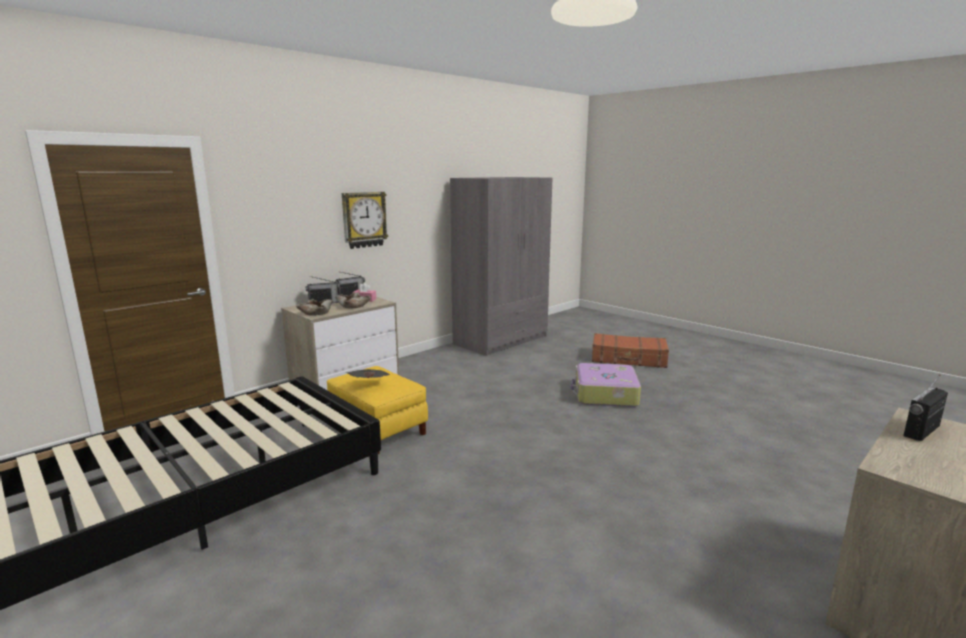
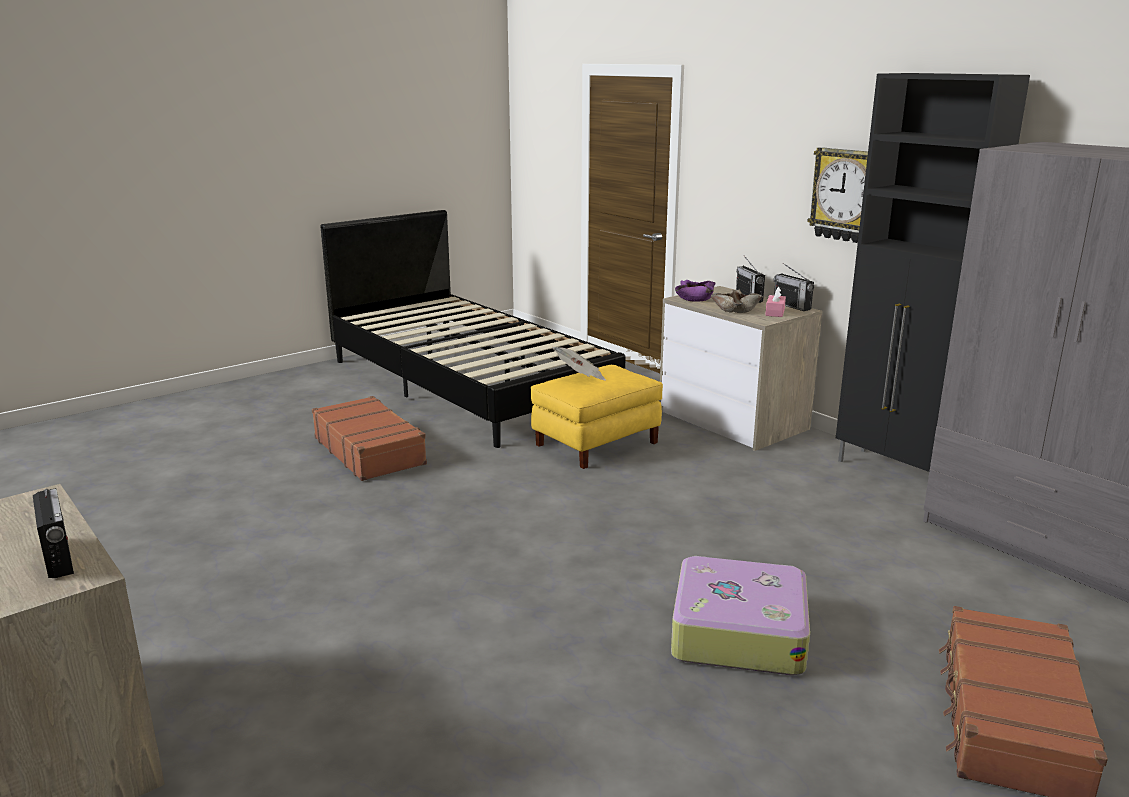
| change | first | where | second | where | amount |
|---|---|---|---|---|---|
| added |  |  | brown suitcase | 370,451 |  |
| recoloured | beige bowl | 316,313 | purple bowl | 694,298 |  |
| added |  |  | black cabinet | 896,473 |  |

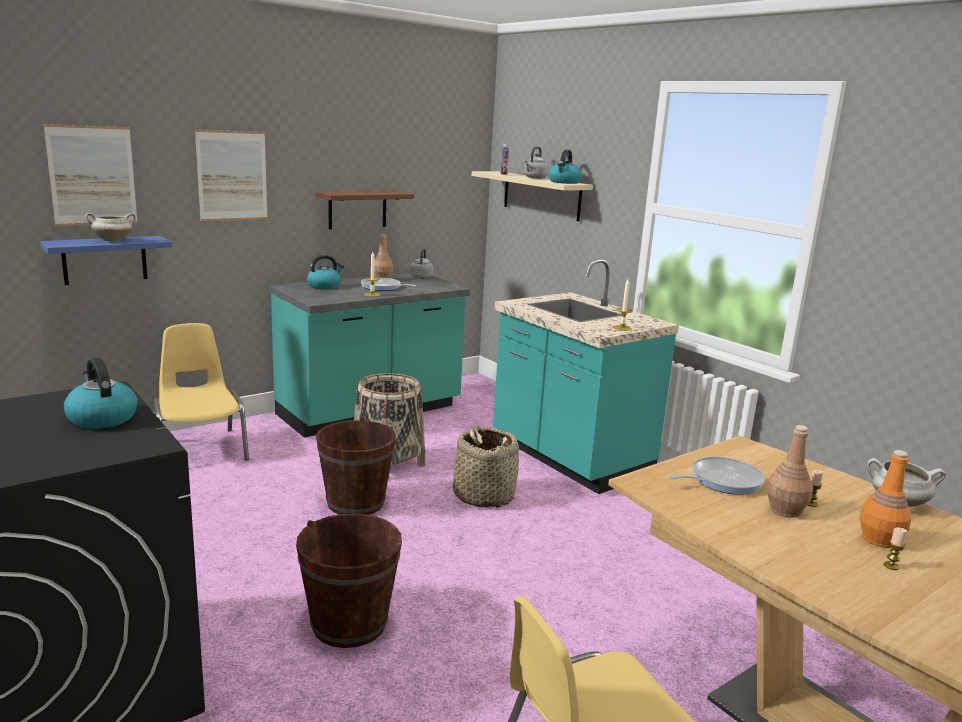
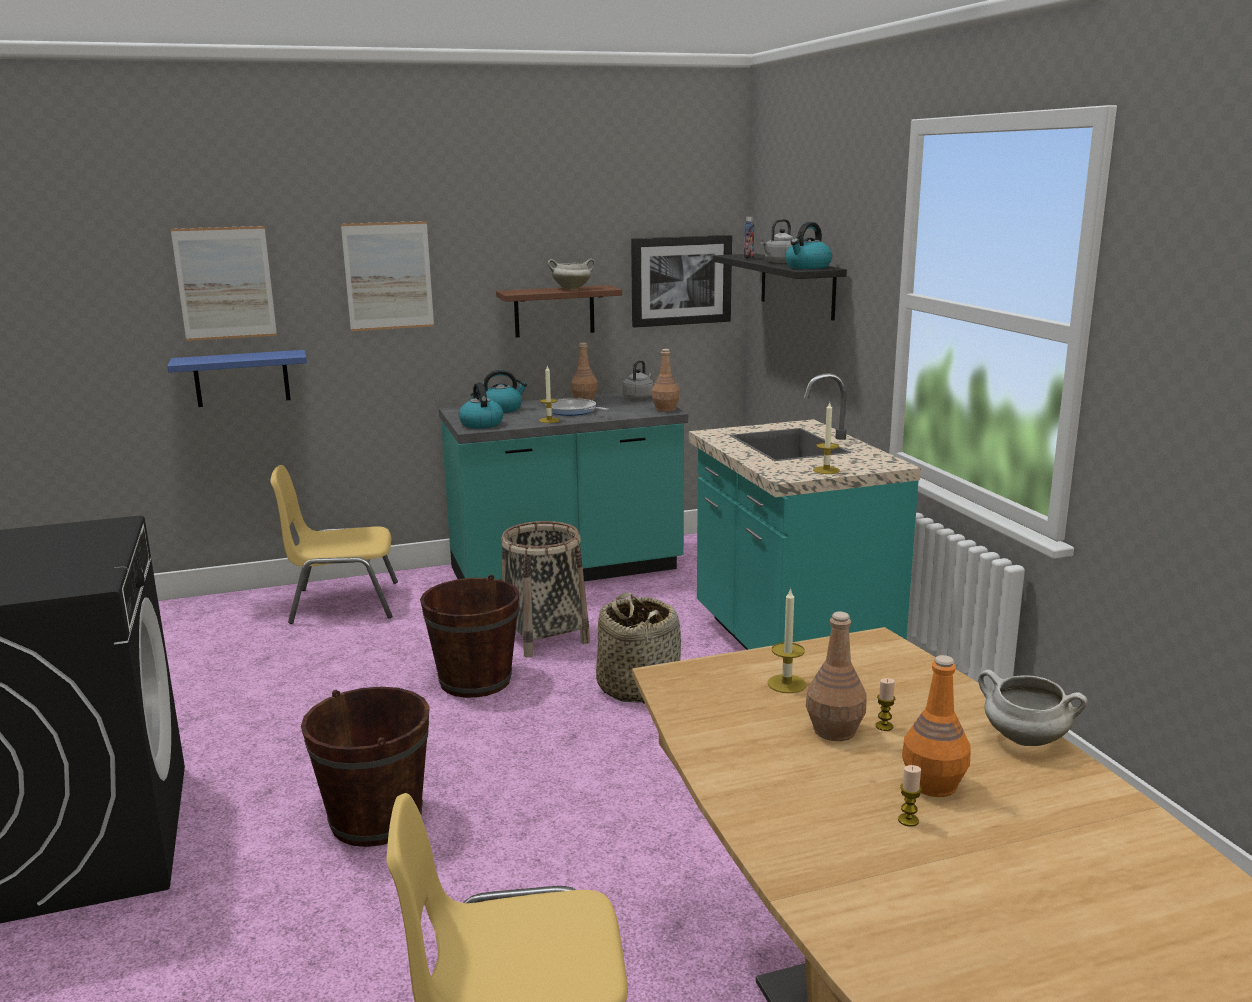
| change | first | where | second | where | amount |
|---|---|---|---|---|---|
| turned | yellow chair | 200,449 |  | 343,603 | 90 degrees counterclockwise |
| moved | kettle | 101,418 |  | 481,424 |  |
| moved | white cooking pot | 113,240 |  | 572,288 |  |
| added |  |  | picture | 681,280 |  |
| added |  |  | brown bottle | 665,409 |  |
| recoloured | beige shelf | 541,195 | black shelf | 797,285 |  |
| replaced | frying pan | 722,480 | candle | 786,684 |  |

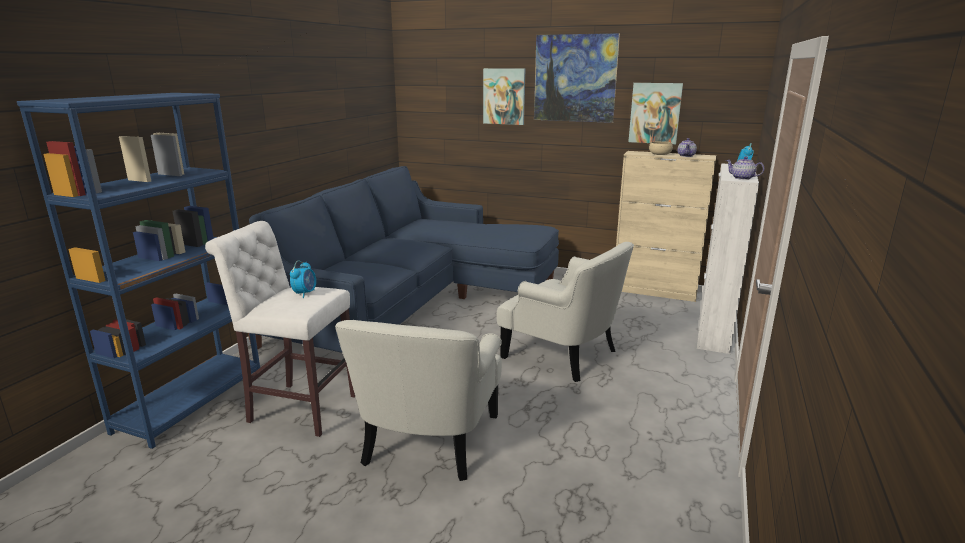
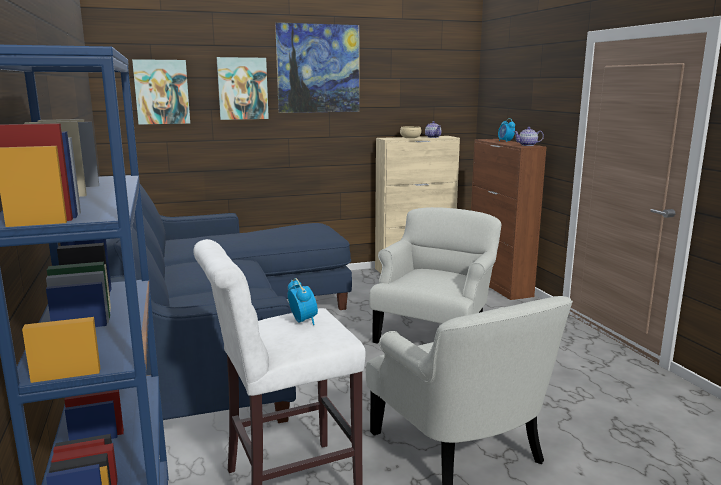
| change | first | where | second | where | amount |
|---|---|---|---|---|---|
| moved | picture | 655,113 |  | 162,92 |  |
| turned | white armchair | 563,353 |  | 434,334 | 60 degrees counterclockwise |
| recoloured | white cabinet | 713,331 | brown cabinet | 499,285 |  |

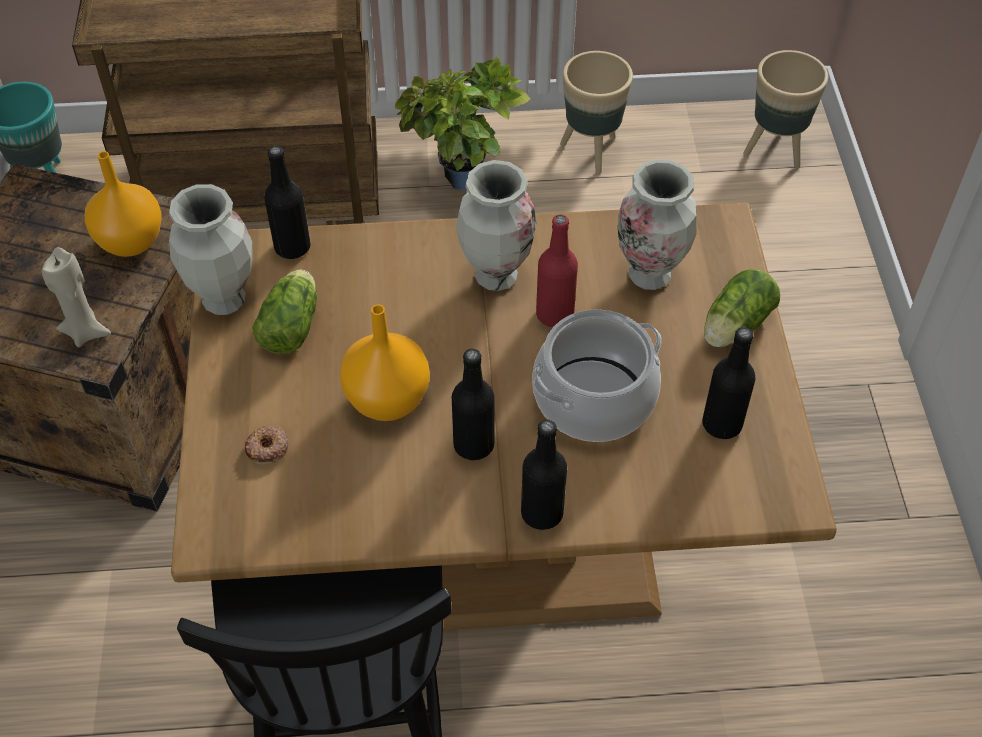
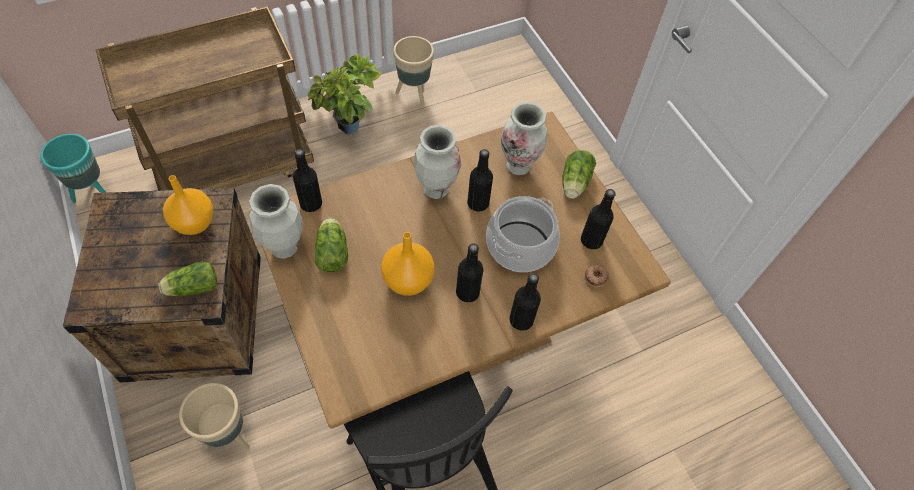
| change | first | where | second | where | amount |
|---|---|---|---|---|---|
| replaced | beige candle | 85,331 | lettuce | 191,288 |  |
| moved | beige planter | 774,150 |  | 228,435 |  |
| recoloured | red bottle | 554,314 | black bottle | 478,203 |  |
| moved | donut | 268,448 |  | 596,276 |  |

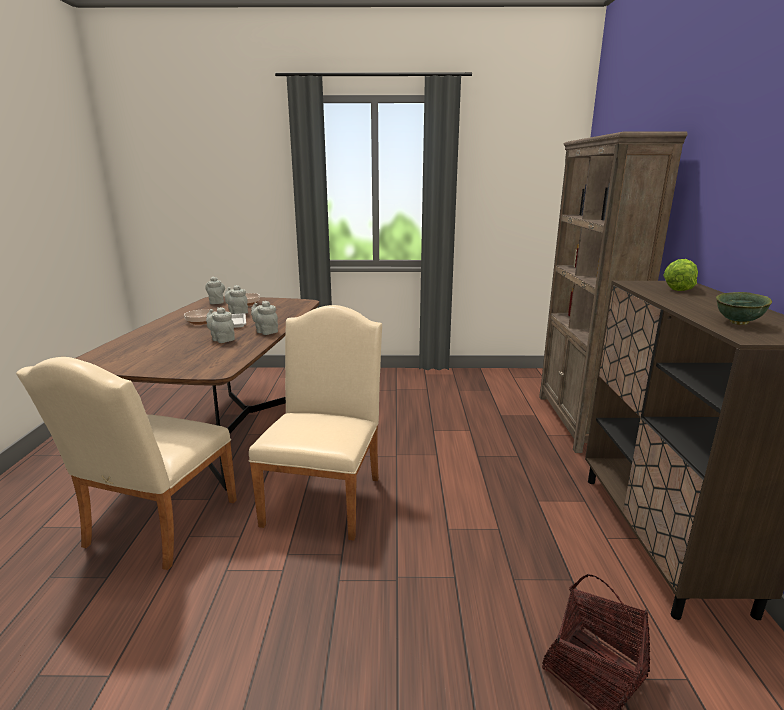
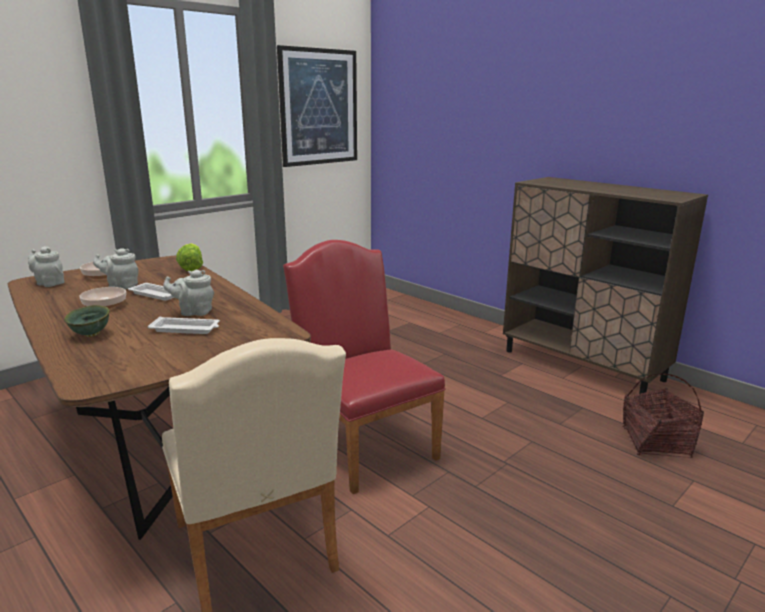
| change | first | where | second | where | amount |
|---|---|---|---|---|---|
| moved | green bowl | 739,323 |  | 92,334 |  |
| added |  |  | white tray | 186,329 |  |
| moved | lettuce | 679,288 |  | 191,267 |  |
| added |  |  | picture | 319,107 |  |
| recoloured | beige chair | 326,495 | red chair | 363,443 |  |
| removed | grey teapot | 265,331 |  |  |  |
| removed | brown bookcase | 578,422 |  |  |  |

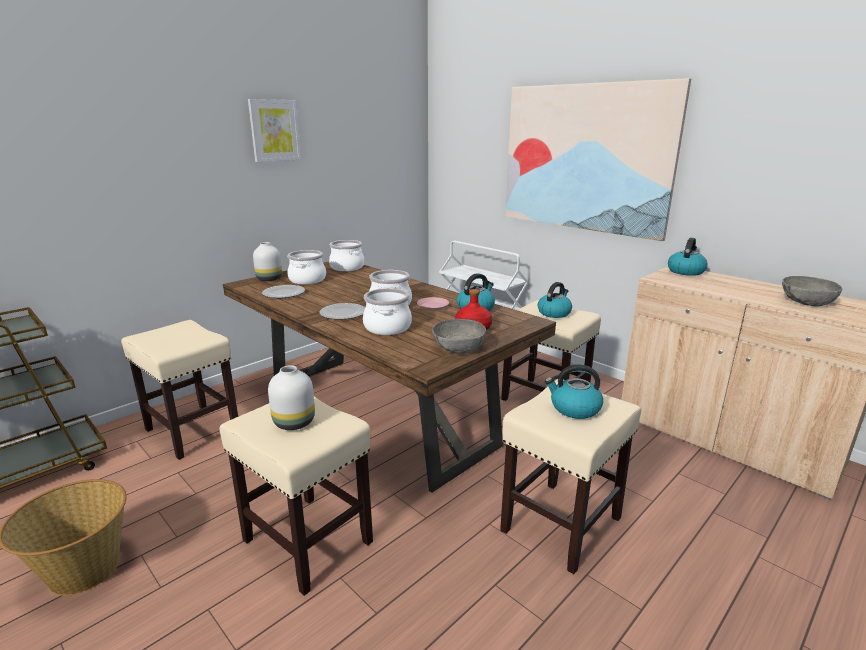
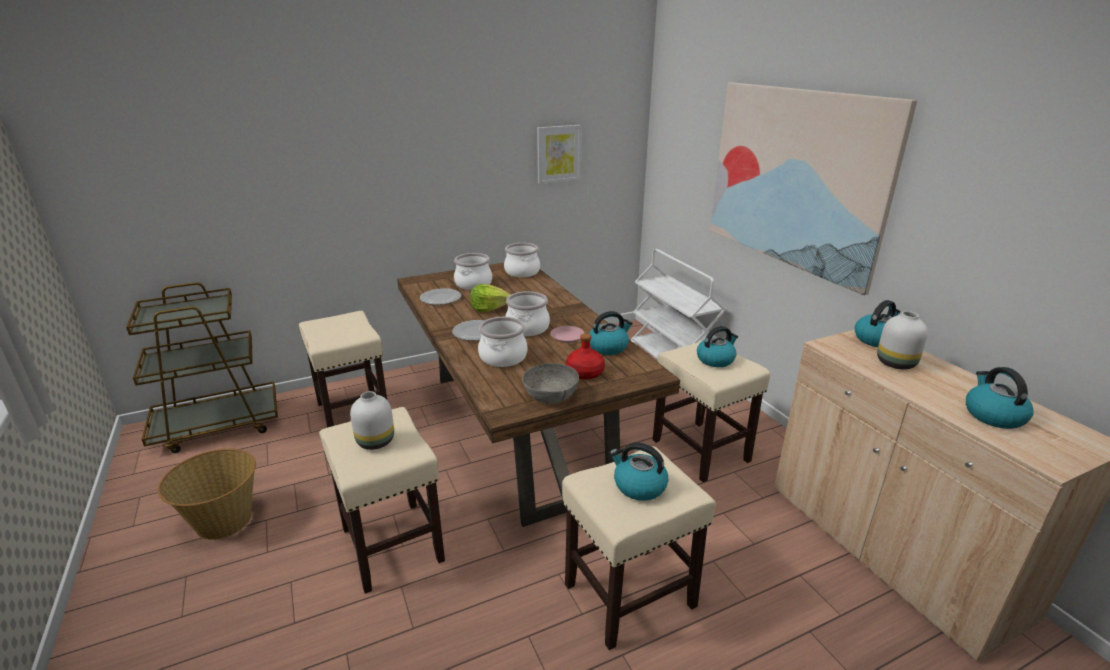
| change | first | where | second | where | amount |
|---|---|---|---|---|---|
| added |  |  | lettuce | 489,308 |  |
| moved | picture | 274,130 |  | 558,154 |  |
| moved | white vase | 269,279 |  | 896,363 |  |
| replaced | grey bowl | 806,302 | kettle | 992,415 |  |

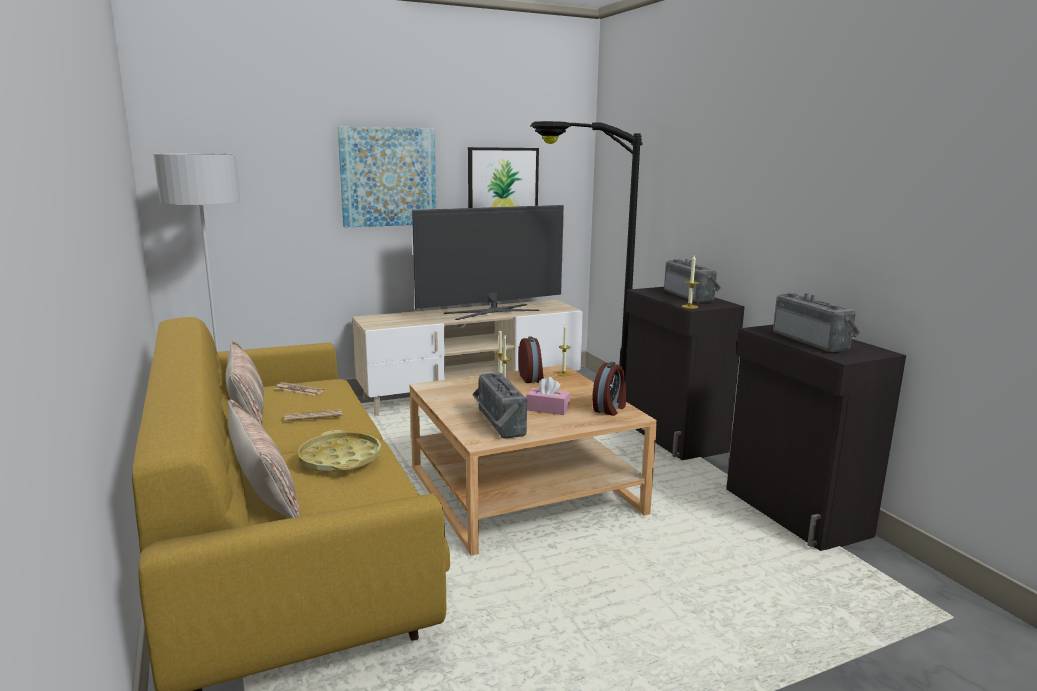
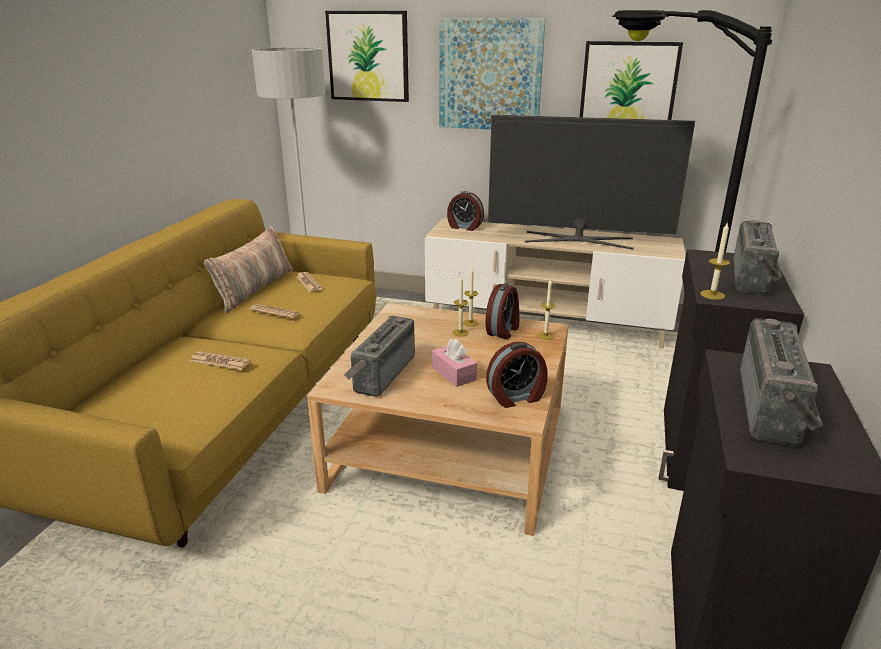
| change | first | where | second | where | amount |
|---|---|---|---|---|---|
| replaced | yellow tray | 340,459 | newspaper | 220,361 |  |
| added |  |  | picture | 368,56 |  |
| added |  |  | alarm clock | 464,227 |  |
| removed | pillow | 263,490 |  |  |  |

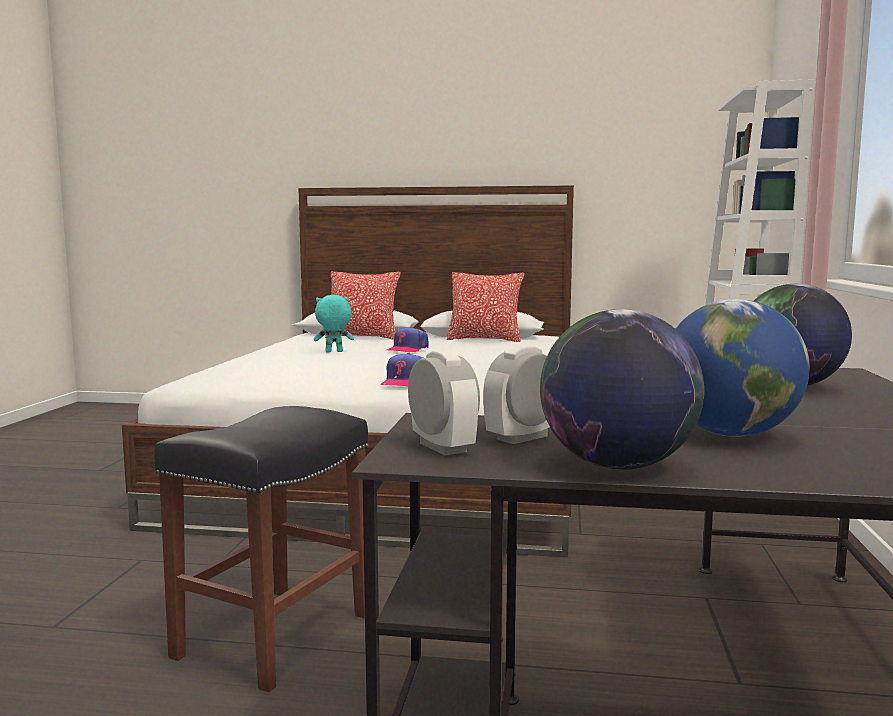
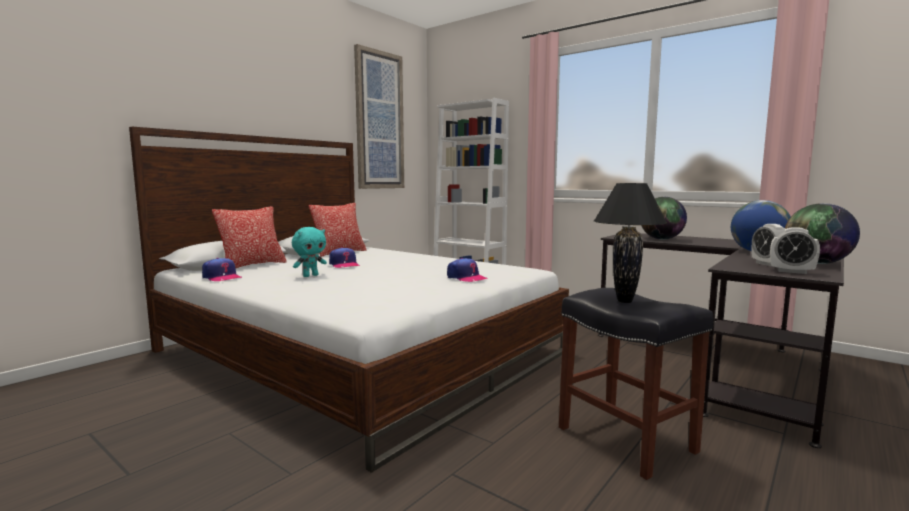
| change | first | where | second | where | amount |
|---|---|---|---|---|---|
| added |  |  | cap | 222,277 |  |
| turned | turquoise plush toy | 333,352 |  | 310,276 | 150 degrees counterclockwise |
| added |  |  | picture | 379,121 |  |
| added |  |  | black table lamp | 625,301 |  |
| turned | alarm clock | 442,447 |  | 791,271 | 150 degrees counterclockwise |

